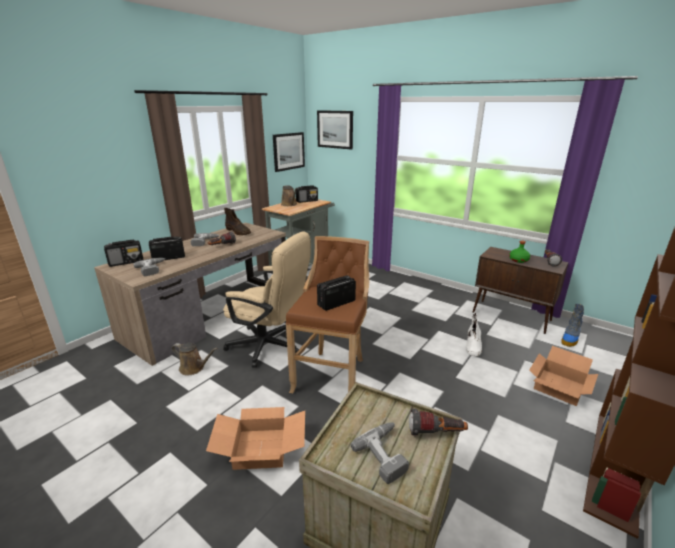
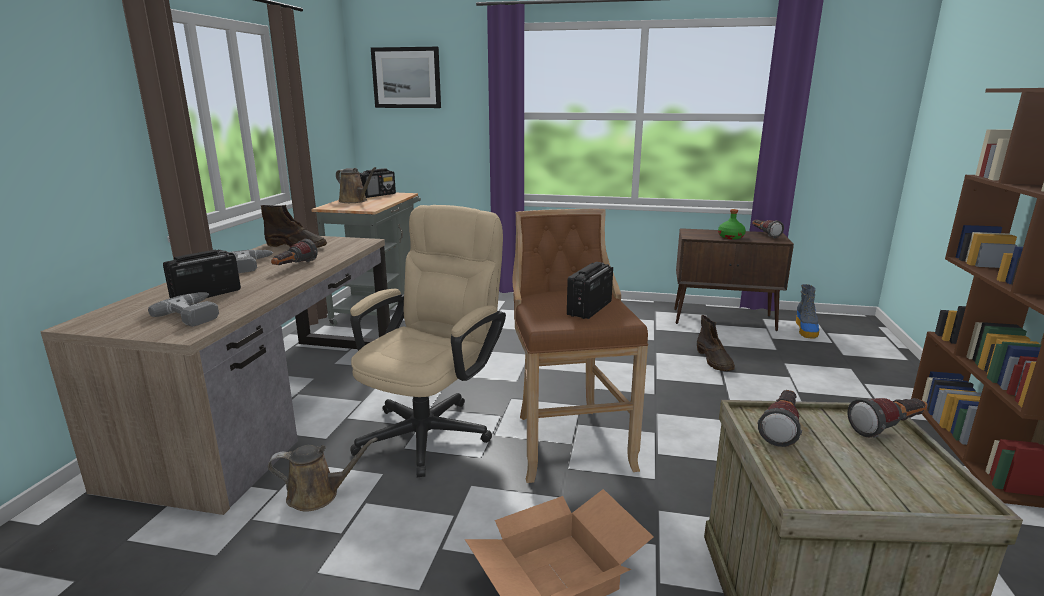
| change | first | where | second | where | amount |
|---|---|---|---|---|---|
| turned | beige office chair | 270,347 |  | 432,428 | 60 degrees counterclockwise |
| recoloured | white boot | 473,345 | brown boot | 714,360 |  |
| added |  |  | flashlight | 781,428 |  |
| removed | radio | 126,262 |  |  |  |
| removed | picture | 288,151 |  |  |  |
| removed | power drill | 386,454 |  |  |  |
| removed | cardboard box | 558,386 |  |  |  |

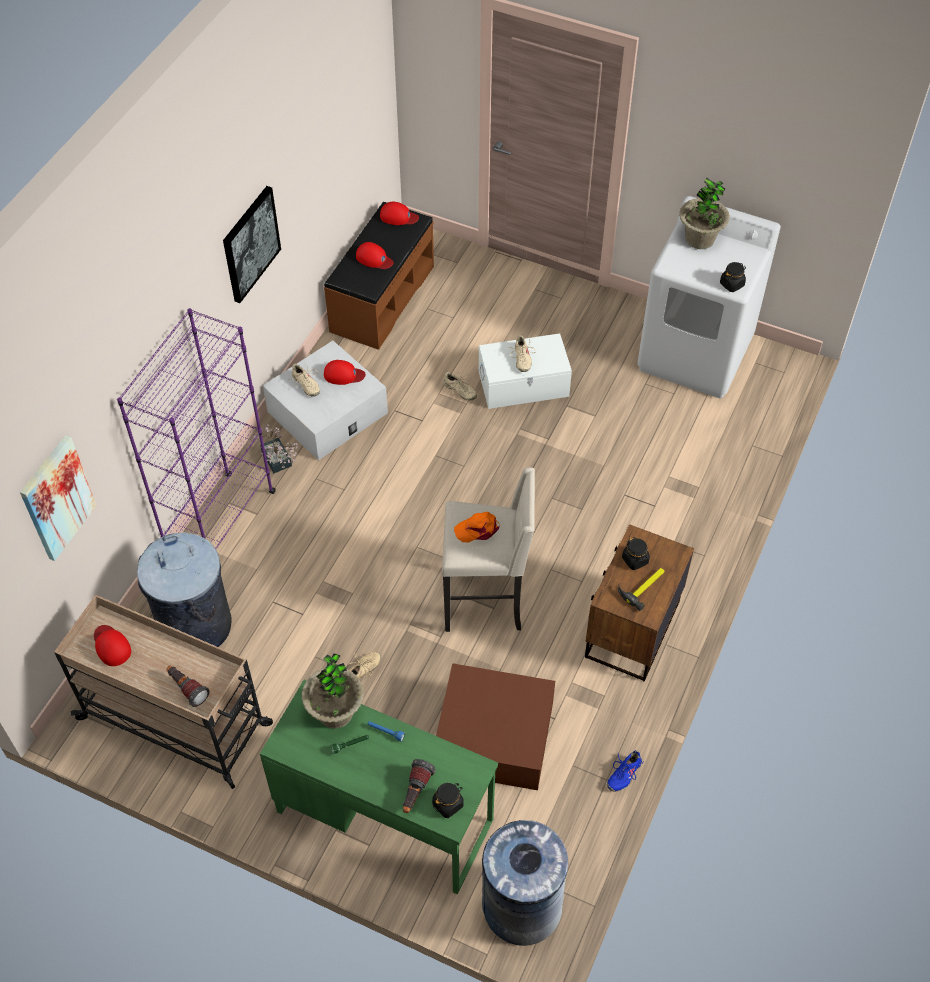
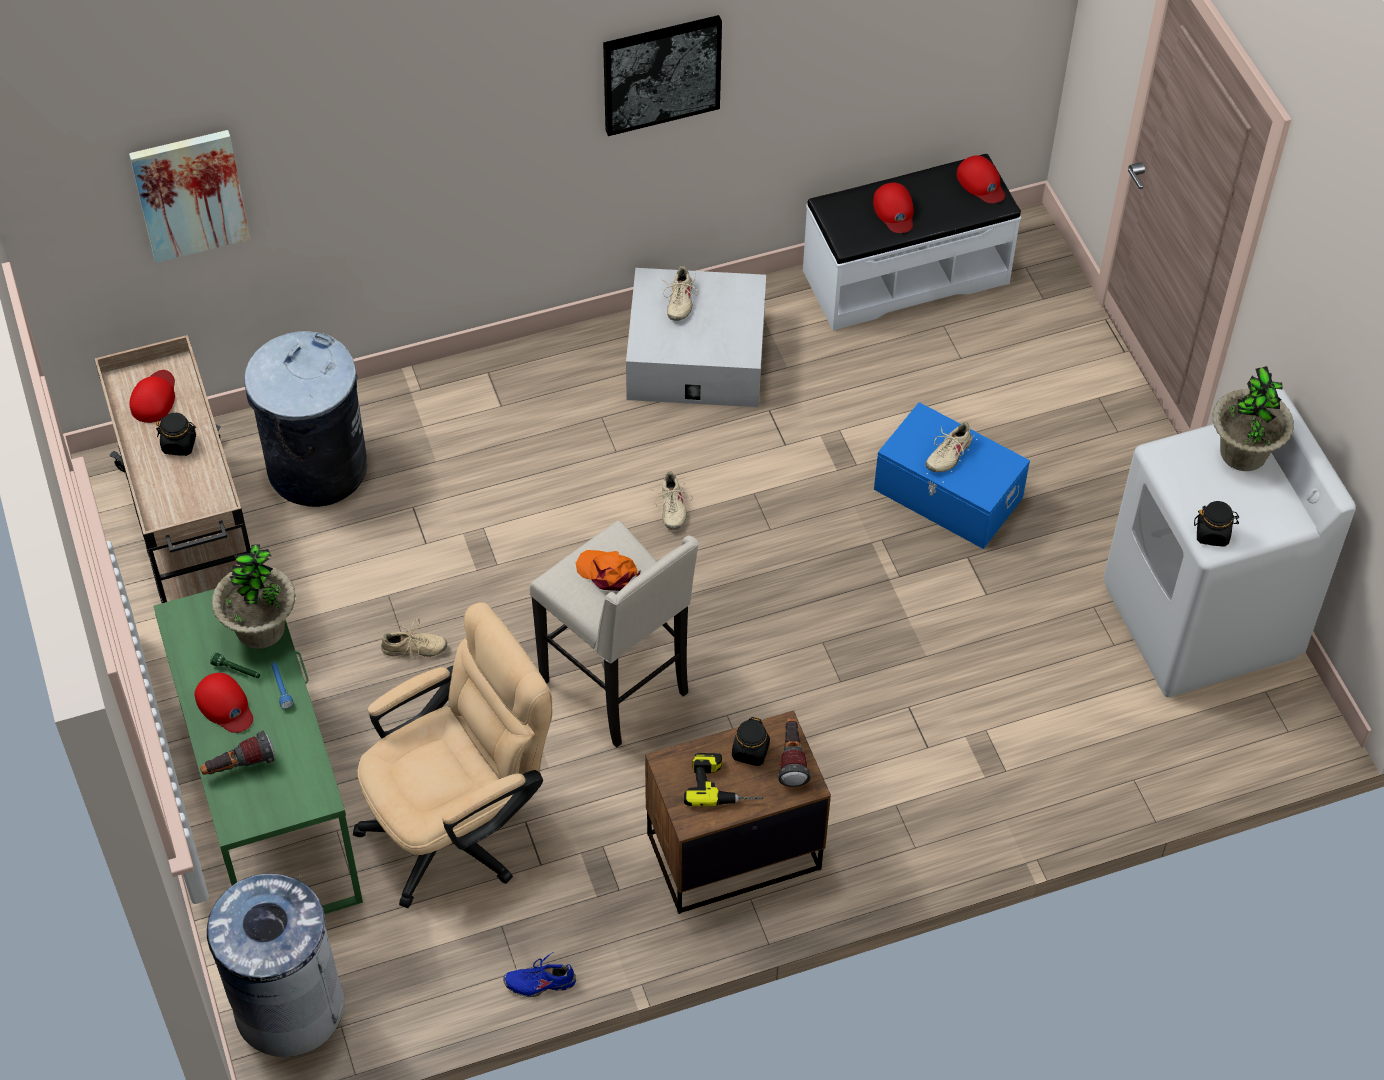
| change | first | where | second | where | amount |
|---|---|---|---|---|---|
| moved | black jar | 448,804 |  | 179,444 |  |
| moved | red cap | 343,375 |  | 225,705 |  |
| replaced | brown storage box | 494,736 | beige office chair | 460,826 |  |
| moved | beige shoe | 459,391 |  | 671,508 |  |
| replaced | hammer | 643,586 | power drill | 723,784 |  |
| moved | flashlight | 187,689 |  | 792,758 |  |
| recoloured | brown bench | 381,298 | white bench | 905,276 |  |
| recoloured | white storage box | 524,384 | blue storage box | 947,495 |  |
| removed | purple bookcase | 221,525 |  |  |  |
| removed | potted plant | 278,462 |  |  |  |

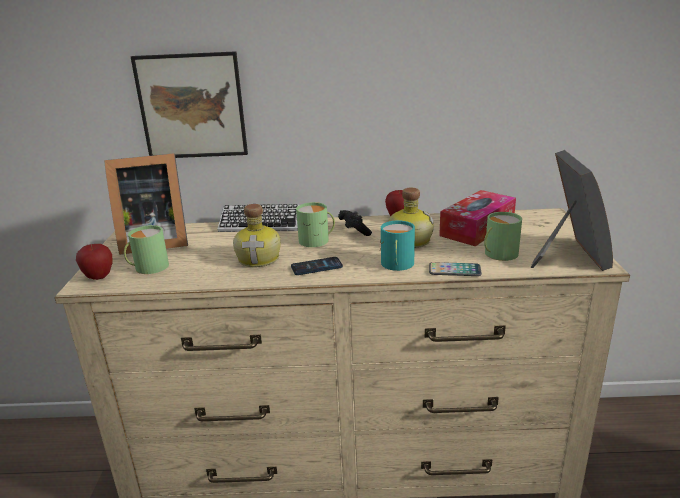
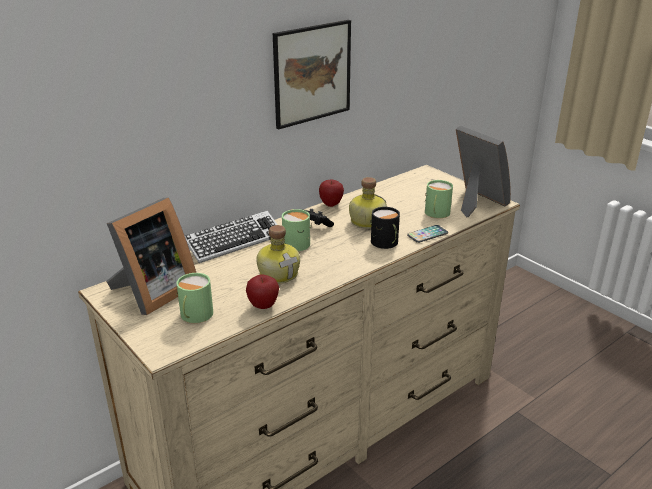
| change | first | where | second | where | amount |
|---|---|---|---|---|---|
| moved | apple | 99,277 |  | 263,306 |  |
| moved | picture | 192,106 |  | 312,73 |  |
| recoloured | turquoise mug | 396,264 | black mug | 385,243 |  |
| removed | phone | 316,267 |  |  |  |
| removed | tissue box | 477,228 |  |  |  |

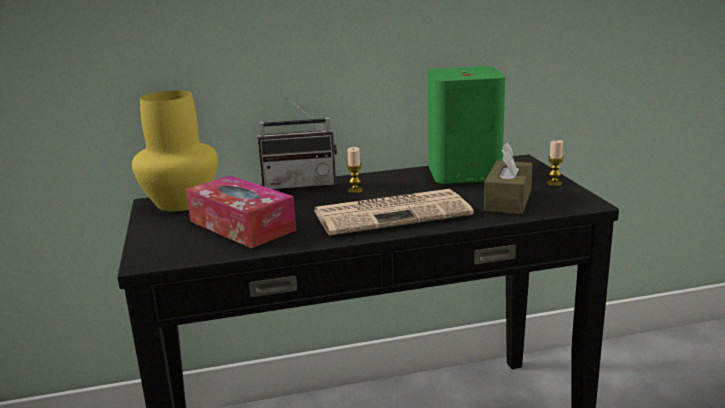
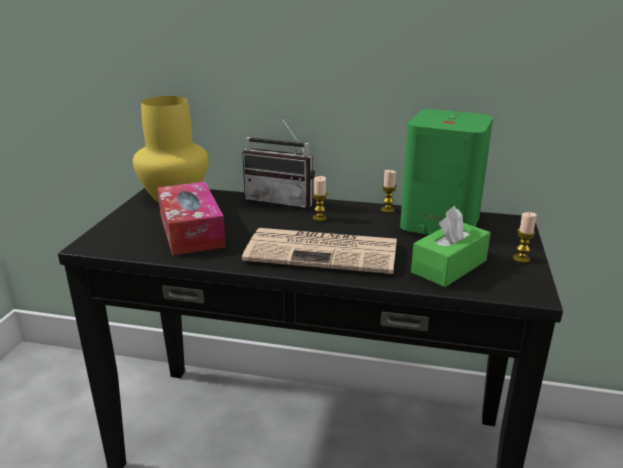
| change | first | where | second | where | amount |
|---|---|---|---|---|---|
| added |  |  | candle | 387,209 |  |
| recoloured | brown tissue box | 508,200 | green tissue box | 449,266 |  |

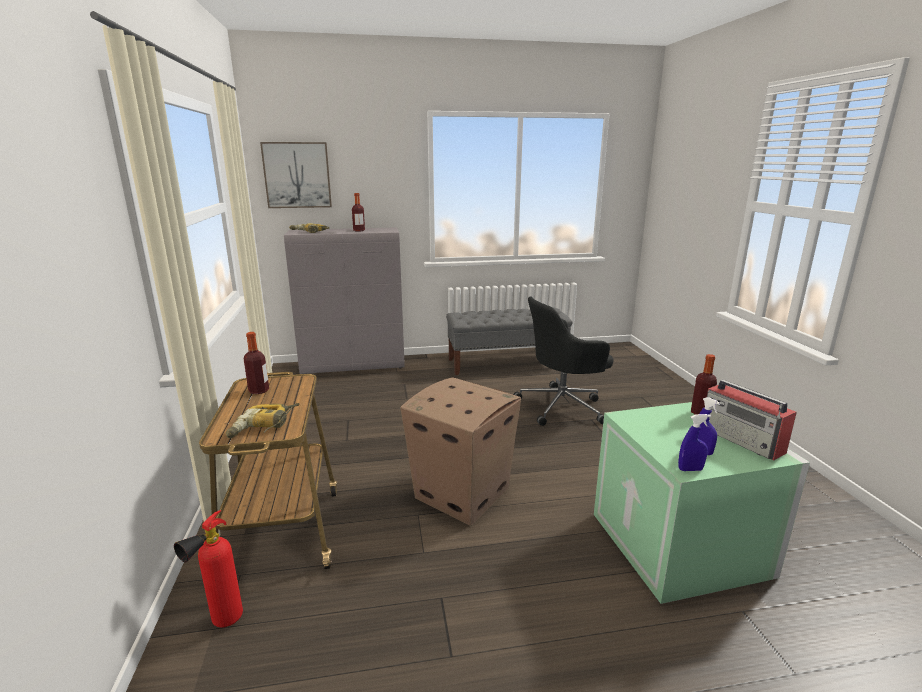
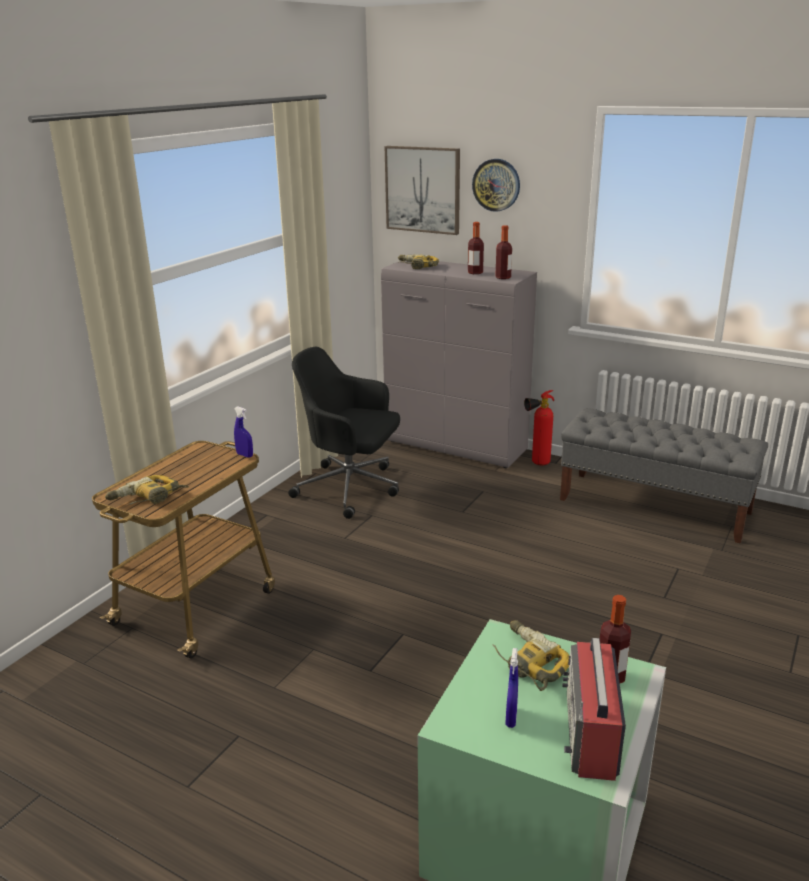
| change | first | where | second | where | amount |
|---|---|---|---|---|---|
| moved | blue spray bottle | 690,469 |  | 245,455 |  |
| moved | black office chair | 562,406 |  | 350,488 |  |
| added |  |  | wall clock | 496,185 |  |
| added |  |  | power drill | 527,662 |  |
| moved | bottle | 259,391 |  | 503,277 |  |
| moved | fire extinguisher | 221,624 |  | 536,464 |  |
| removed | cardboard box | 461,493 |  |  |  |

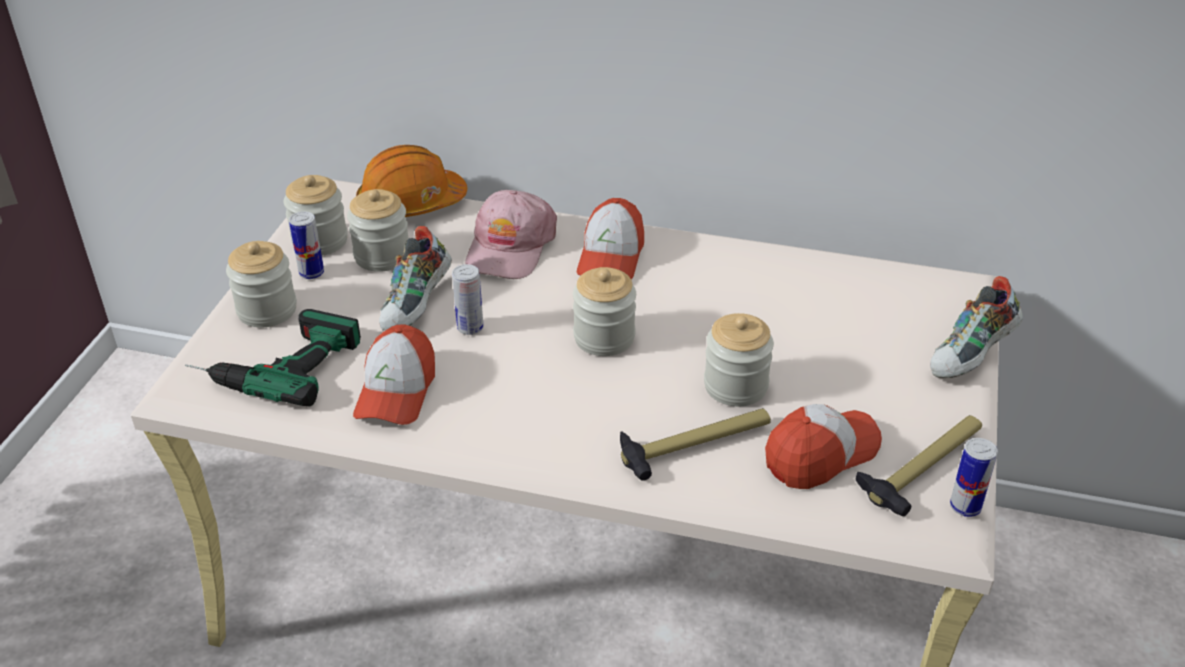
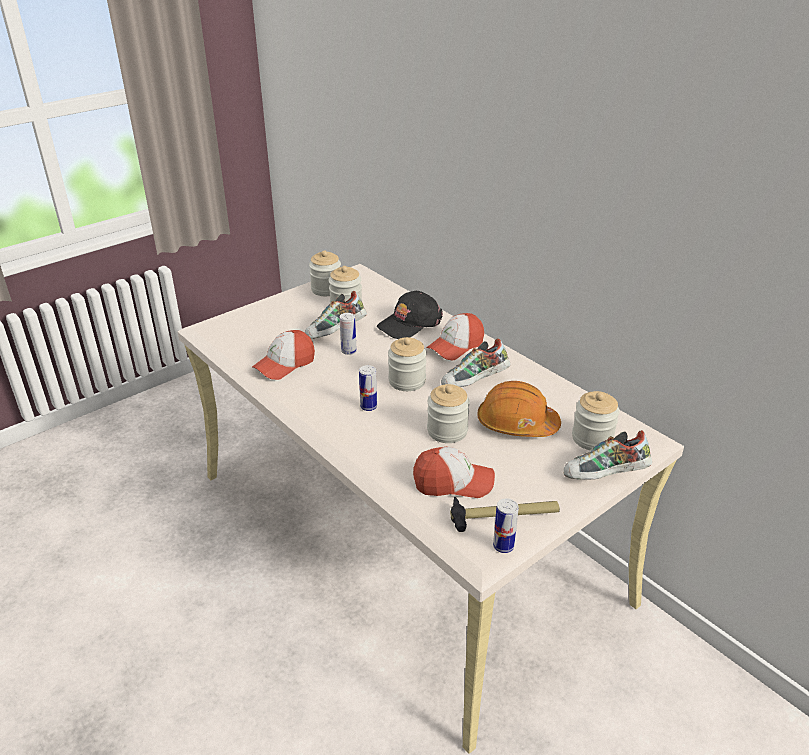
| change | first | where | second | where | amount |
|---|---|---|---|---|---|
| moved | can | 311,273 |  | 368,407 |  |
| recoloured | pink cap | 510,247 | black cap | 410,323 |  |
| added |  |  | shoe | 474,383 |  |
| moved | orange hard hat | 411,203 |  | 516,424 |  |
| moved | jar | 267,310 |  | 592,438 |  |
| removed | power drill | 274,362 |  |  |  |
| removed | hammer | 695,444 |  |  |  |

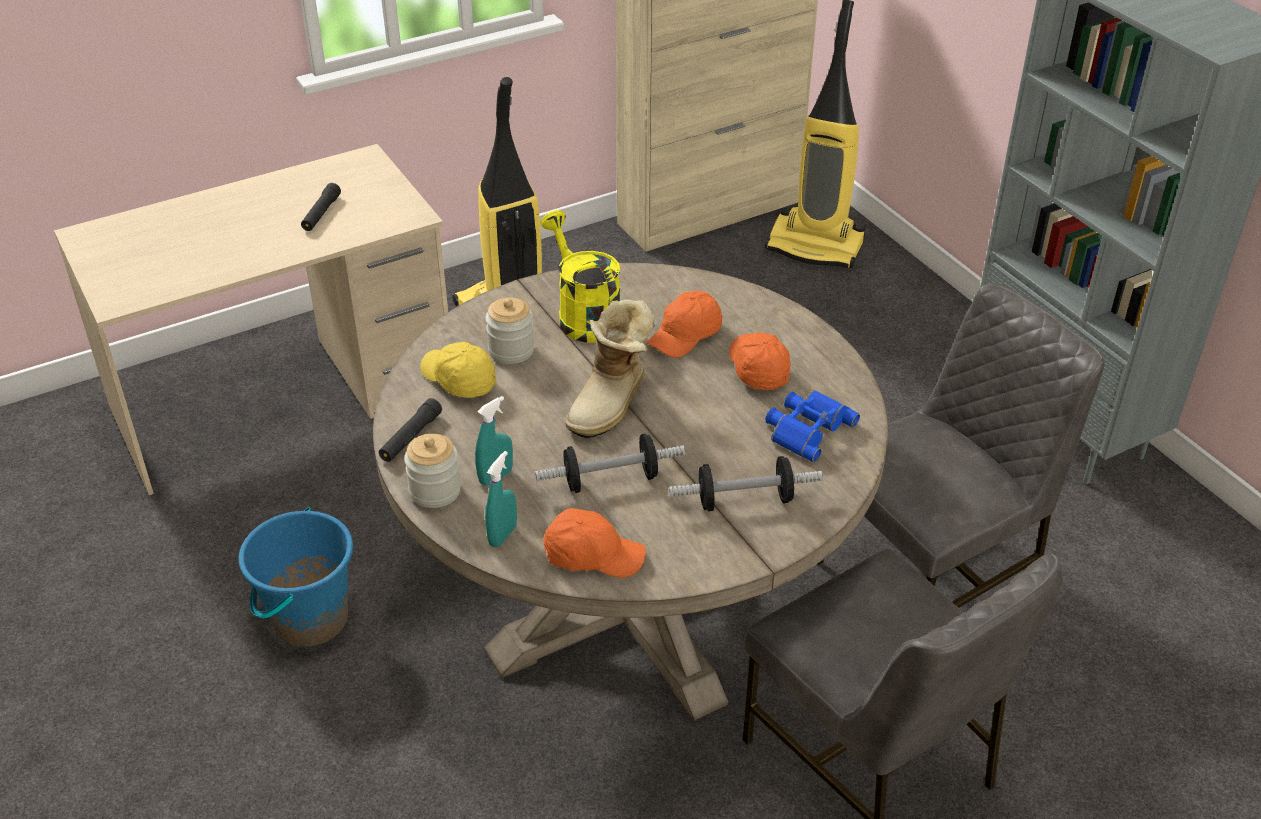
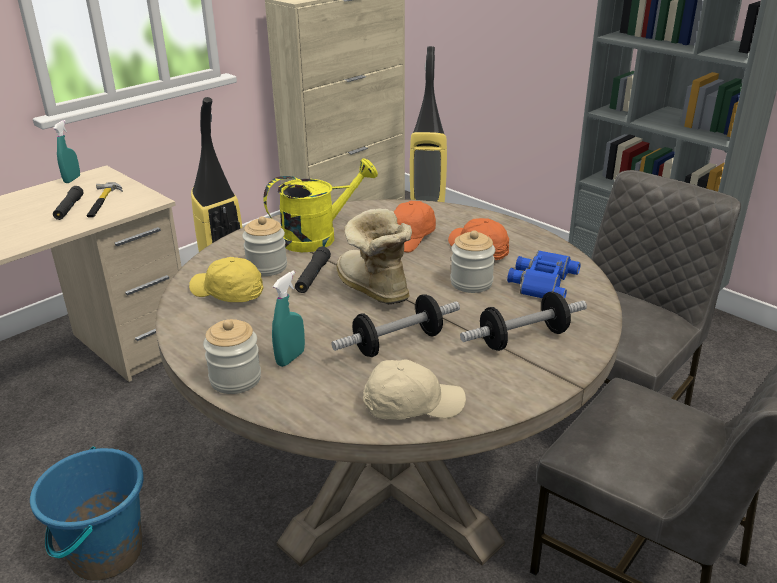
| change | first | where | second | where | amount |
|---|---|---|---|---|---|
| moved | turquoise spray bottle | 502,535 |  | 72,179 |  |
| added |  |  | hammer | 102,202 |  |
| turned | yellow watering can | 583,315 |  | 318,237 | 105 degrees clockwise |
| moved | black flashlight | 410,437 |  | 313,276 |  |
| turned | boot | 612,403 |  | 371,289 | 135 degrees clockwise |
| recoloured | orange cap | 593,555 | beige cap | 412,405 |  |
| added |  |  | jar | 471,283 |  |

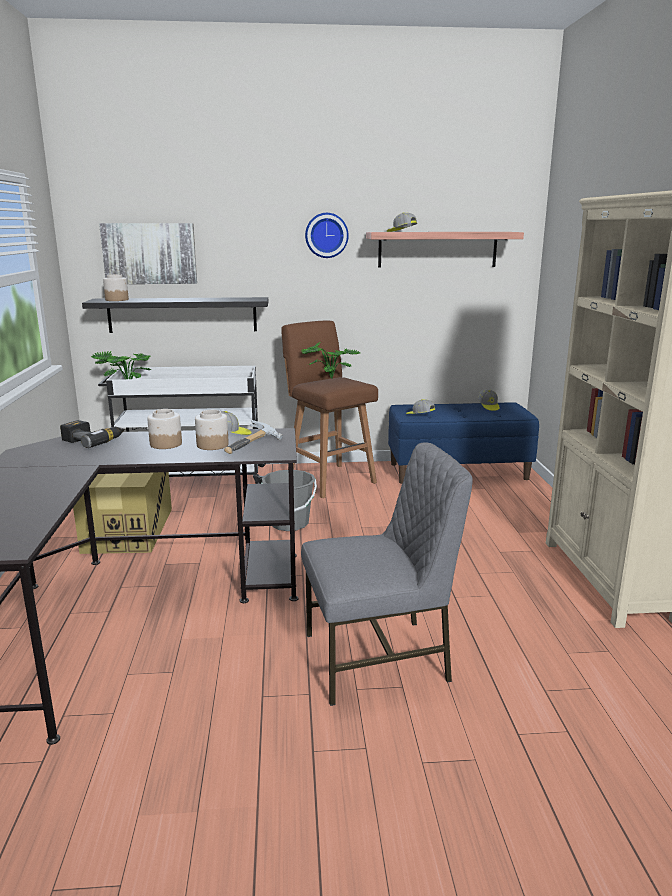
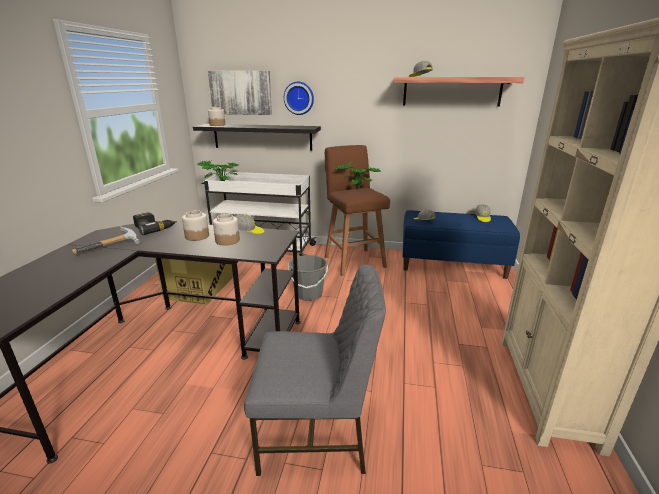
| change | first | where | second | where | amount |
|---|---|---|---|---|---|
| moved | hammer | 254,446 |  | 110,248 |  |
| moved | wall clock | 326,235 |  | 299,98 |  |

